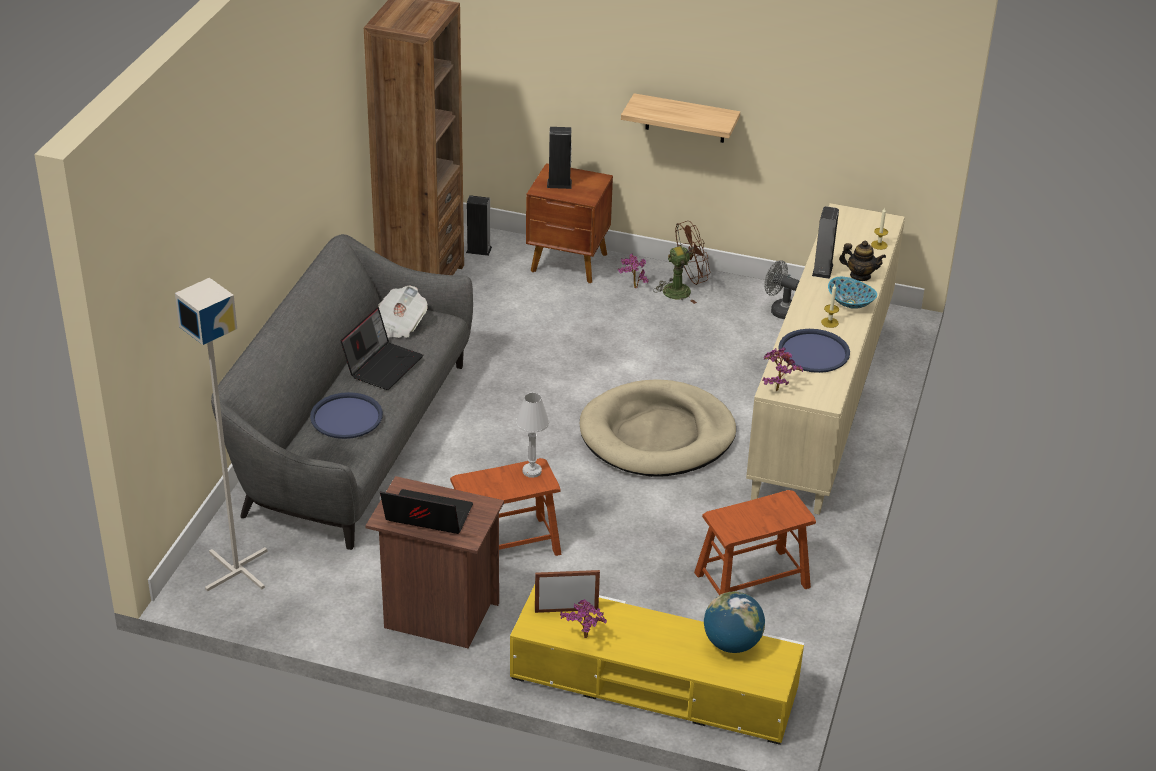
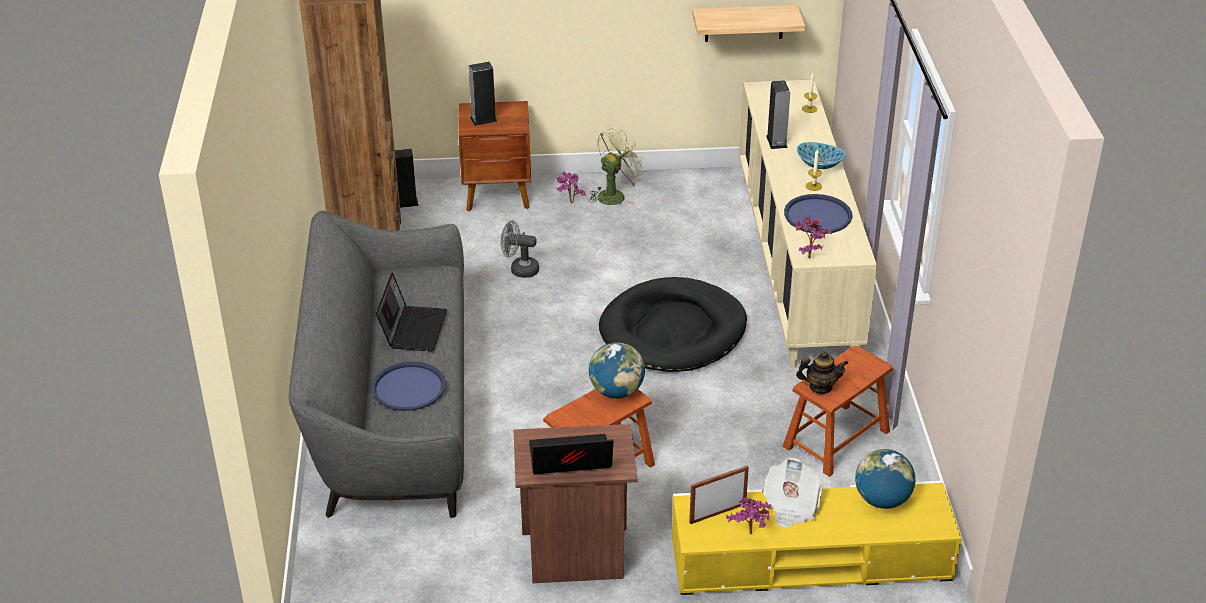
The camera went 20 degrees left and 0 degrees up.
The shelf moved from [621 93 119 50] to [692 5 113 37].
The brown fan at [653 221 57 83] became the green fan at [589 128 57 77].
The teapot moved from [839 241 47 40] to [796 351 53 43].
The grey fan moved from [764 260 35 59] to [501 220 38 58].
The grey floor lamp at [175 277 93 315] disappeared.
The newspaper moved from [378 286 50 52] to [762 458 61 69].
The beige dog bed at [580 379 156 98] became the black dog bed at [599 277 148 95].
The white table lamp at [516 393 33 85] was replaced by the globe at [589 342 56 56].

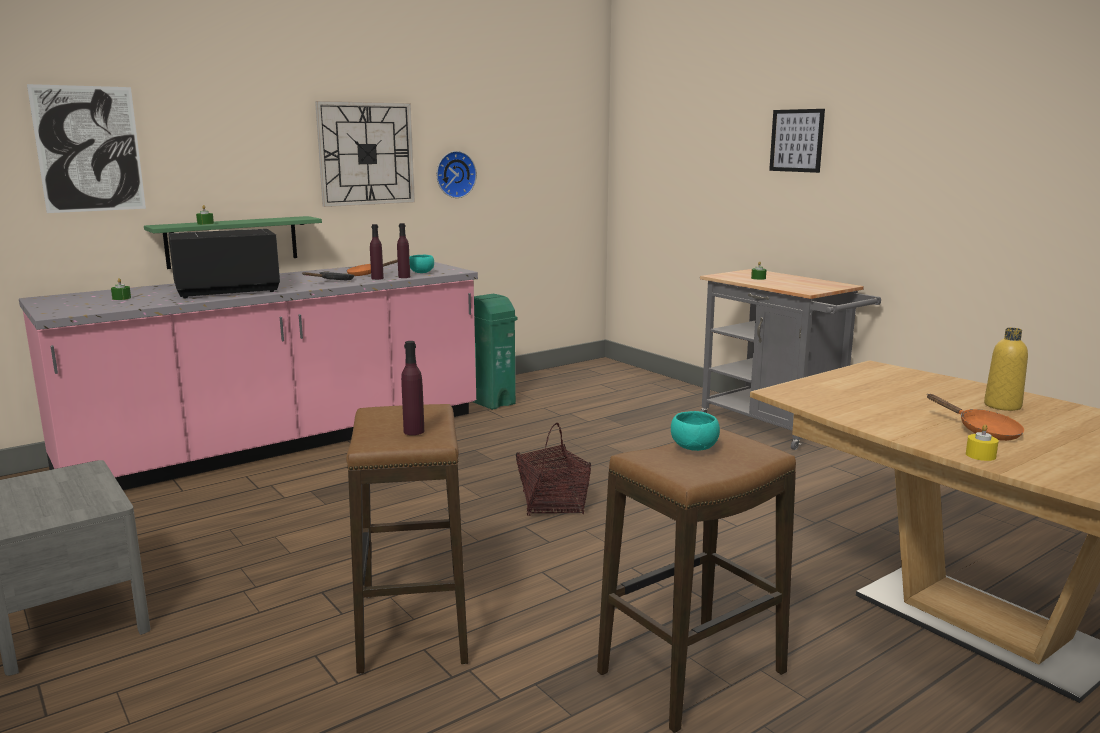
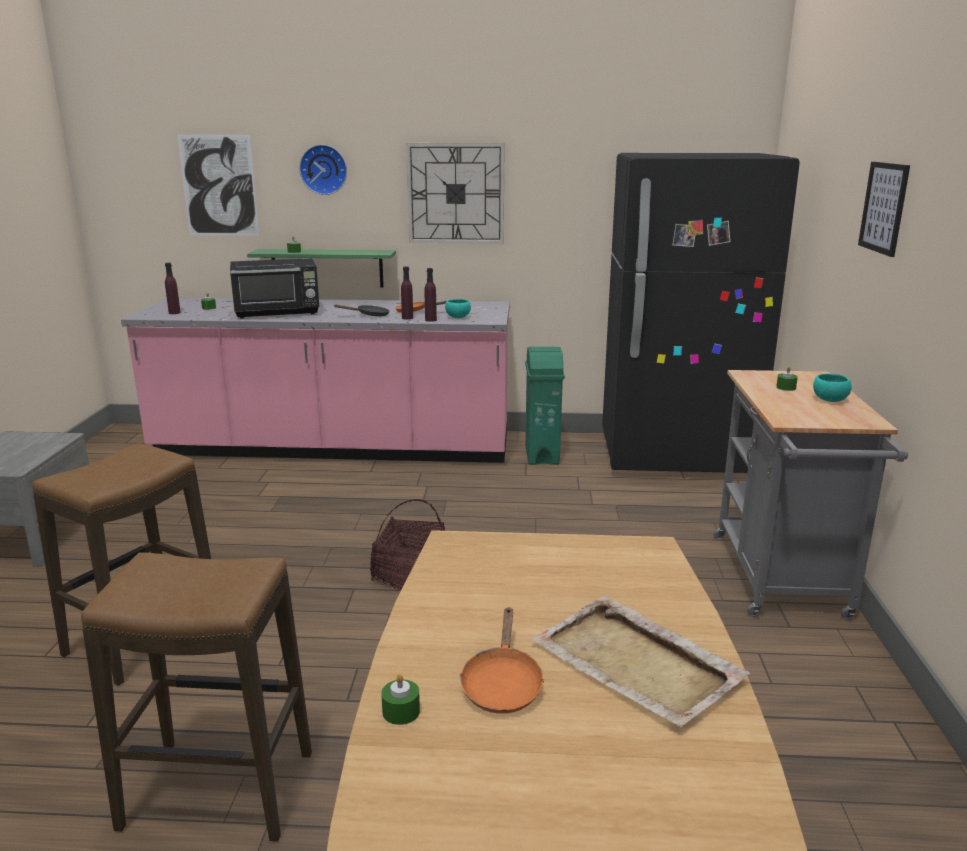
The camera went 40 degrees right and 5 degrees up.
The wall clock moved from [437 151 40 47] to [299 144 48 51].
The black microwave at [168 229 112 70] turned 150 degrees clockwise.
The yellow bottle at [984 328 44 83] was replaced by the beige tray at [532 596 218 131].
The purple bottle moved from [401 341 23 94] to [165 263 16 51].
The turquoise bowl moved from [671 411 49 40] to [813 374 38 28].
The yellow candle at [966 424 33 37] became the green candle at [381 674 39 51].
The black fridge at [602 153 198 320] appeared.

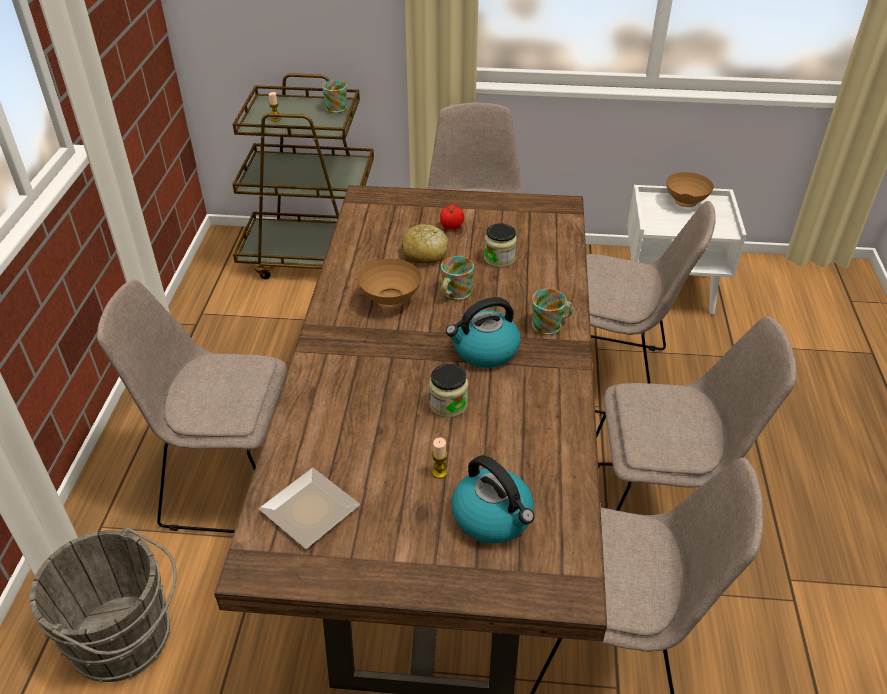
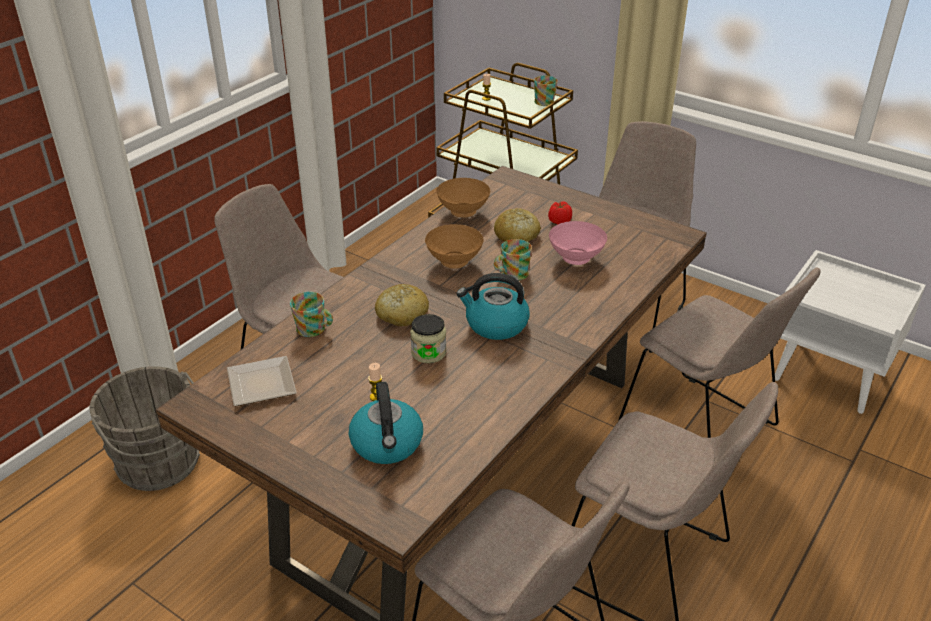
The camera went 30 degrees right and 5 degrees down.
The brown bowl moved from [666 172 48 35] to [436 178 54 40].
The jar at [484 223 33 45] was replaced by the pink bowl at [549 221 58 44].
The mug moved from [532 289 41 46] to [290 292 43 45].
The bread at [375 284 54 42] appeared.

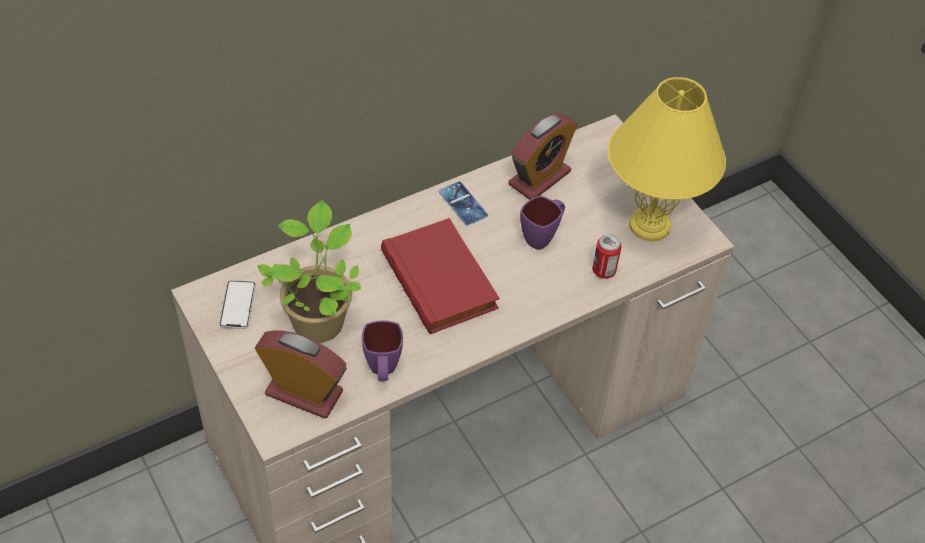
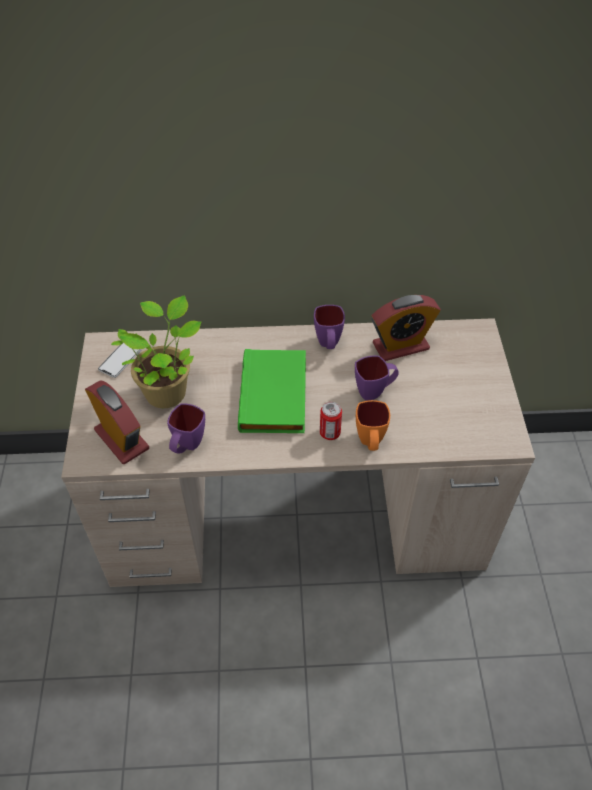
The camera went 30 degrees right and 0 degrees up.
The yellow table lamp at [608 77 118 165] disappeared.
The phone at [439 182 49 44] was replaced by the purple mug at [314 305 31 44].
The red book at [381 218 119 116] became the green book at [238 349 68 84].
The can moved from [592 234 30 45] to [320 402 22 38].
The orange mug at [356 400 34 51] appeared.

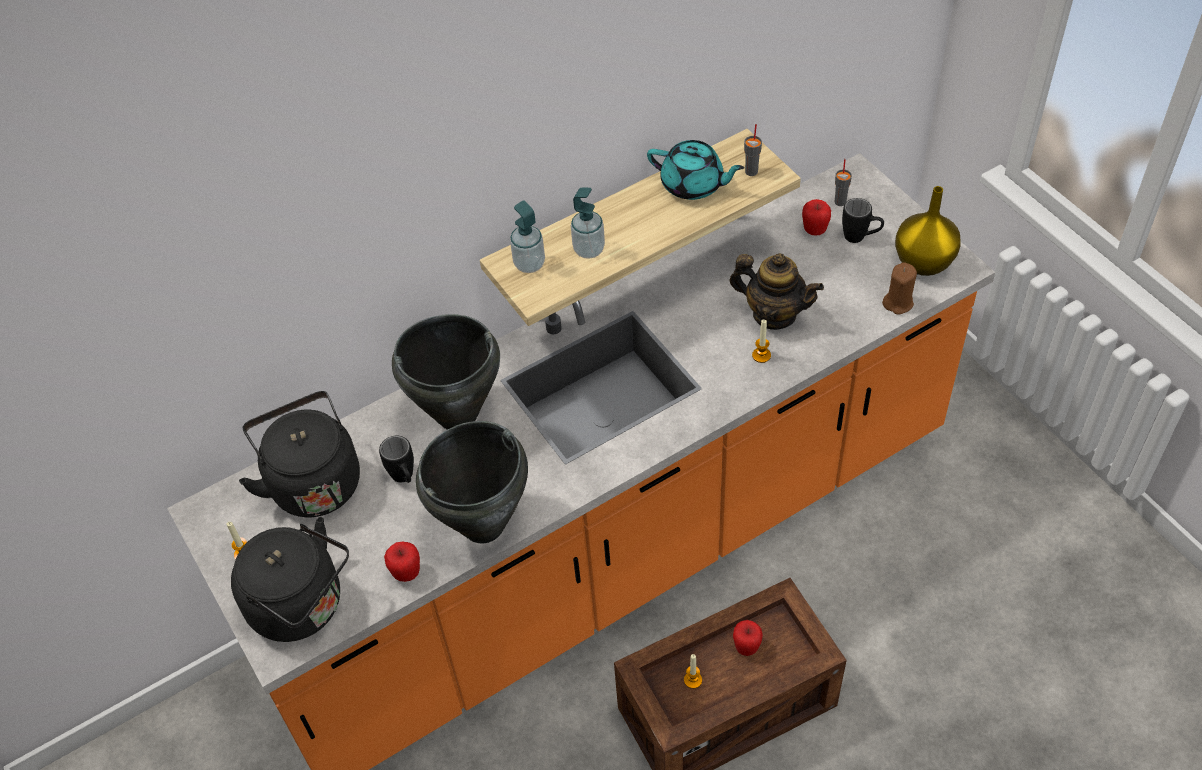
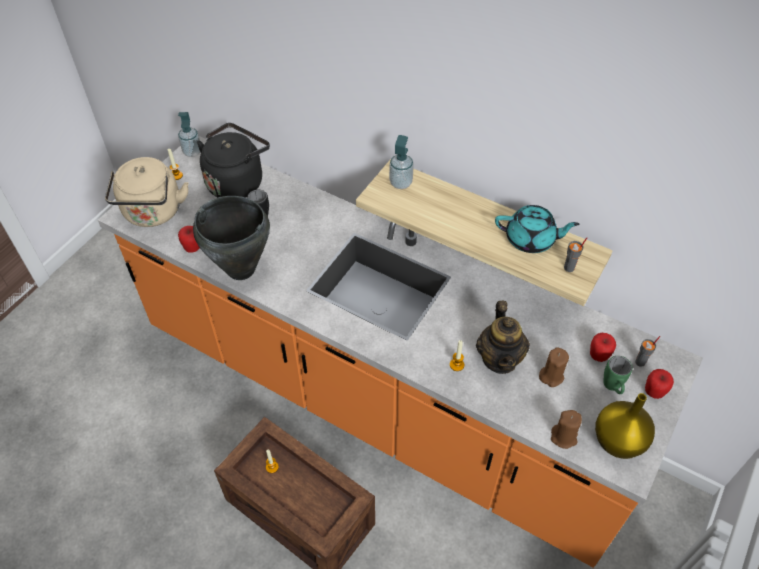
The camera went 60 degrees right and 0 degrees up.
The turquoise teapot at [647 140 98 60] turned 75 degrees counterclockwise.
The soap dispenser moved from [571 188 34 71] to [178 112 22 45].
The black mug at [842 198 42 45] became the green mug at [604 356 28 38].
The black cooking pot at [392 314 108 116] disappeared.
The black kettle at [231 517 118 125] became the beige kettle at [105 157 84 70].
The apple moved from [733 620 30 36] to [645 369 29 30].
The brown candle at [539 347 30 40] appeared.

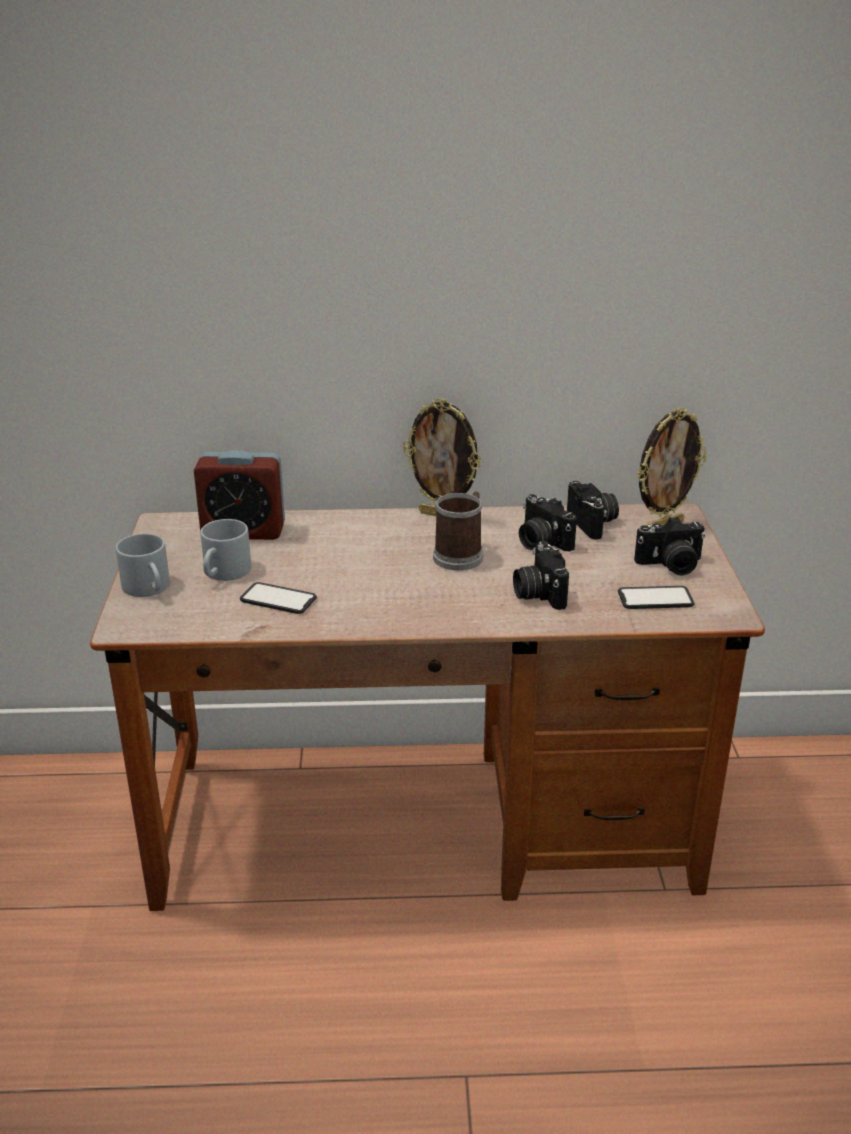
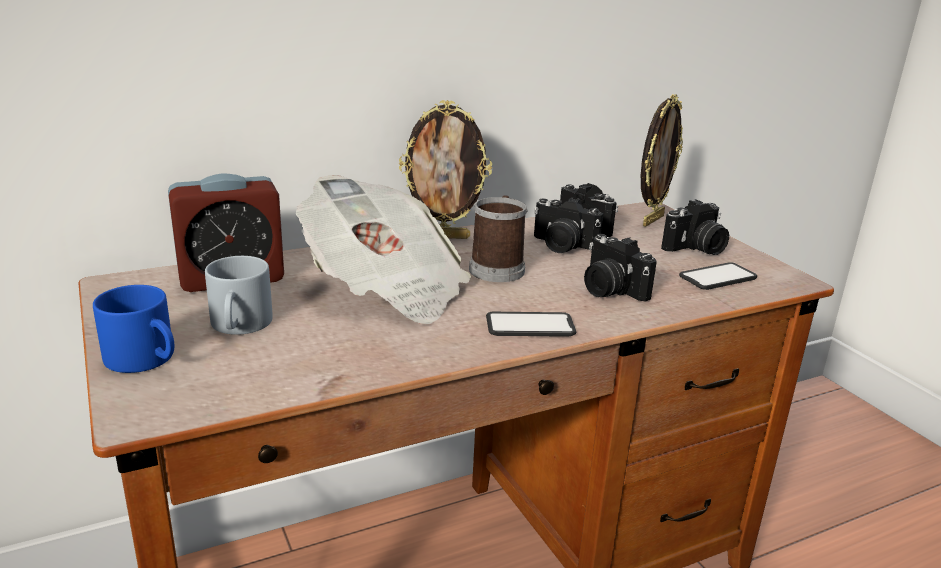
The camera went 25 degrees left and 5 degrees down.
The grey mug at [116 533 54 64] became the blue mug at [93 285 81 88].
The phone moved from [240 582 77 32] to [486 312 90 25].
The newspaper at [296 175 175 149] appeared.

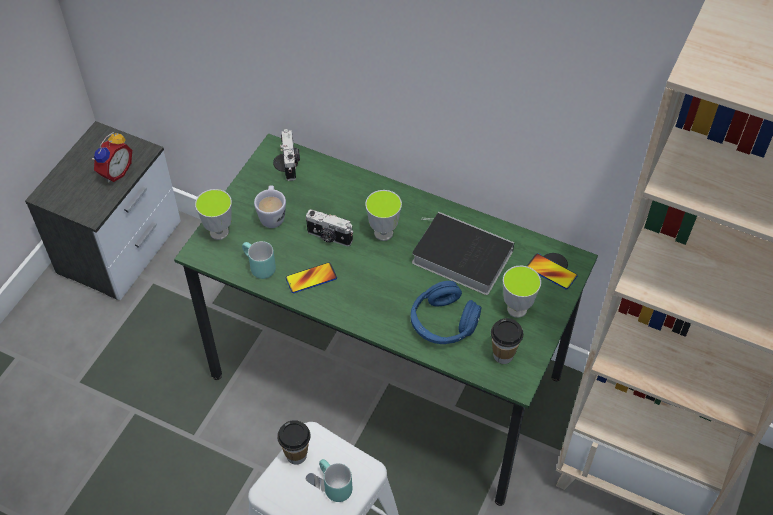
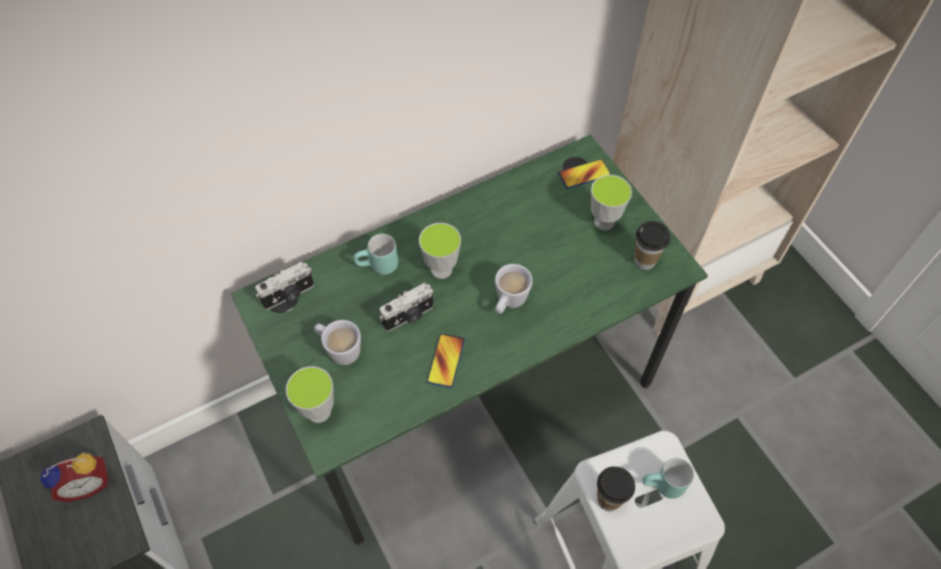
The camera went 55 degrees left and 5 degrees up.
The photo camera at [280 129 20 52] turned 120 degrees clockwise.
The alarm clock at [92 132 40 50] turned 90 degrees clockwise.
The book at [412 212 102 83] disappeared.
The turquoise mug moved from [242 241 34 38] to [354 234 44 41].
The blue headphones at [411 281 71 63] disappeared.
The white mug at [495 264 38 50] appeared.

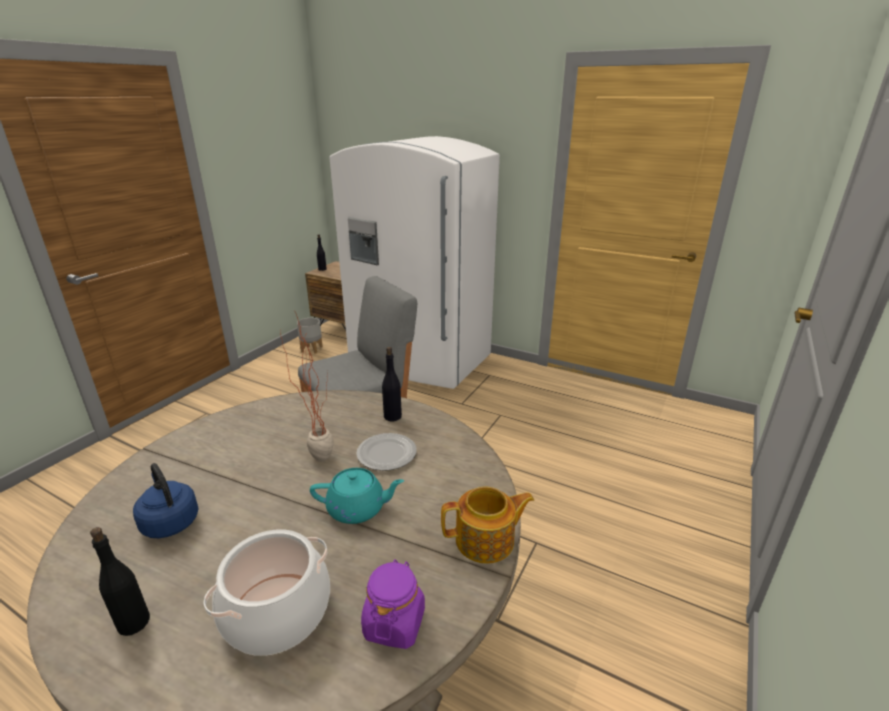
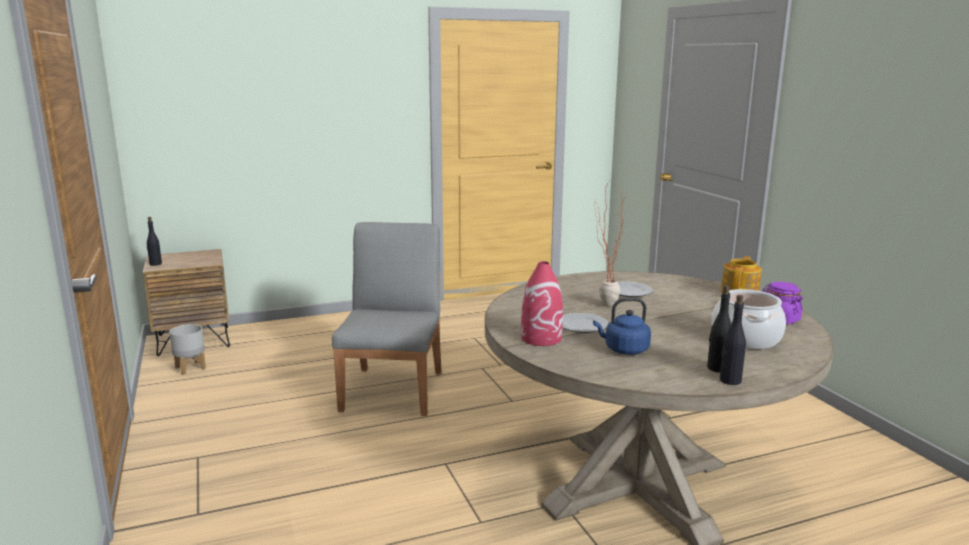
The camera went 50 degrees left and 10 degrees down.
The white fridge at [329 136 171 253] disappeared.
The black bottle moved from [382 347 20 74] to [720 295 26 90].
The turquoise teapot at [310 468 94 56] disappeared.
The red vase at [521 261 42 85] appeared.
The plate at [563 313 46 20] appeared.

